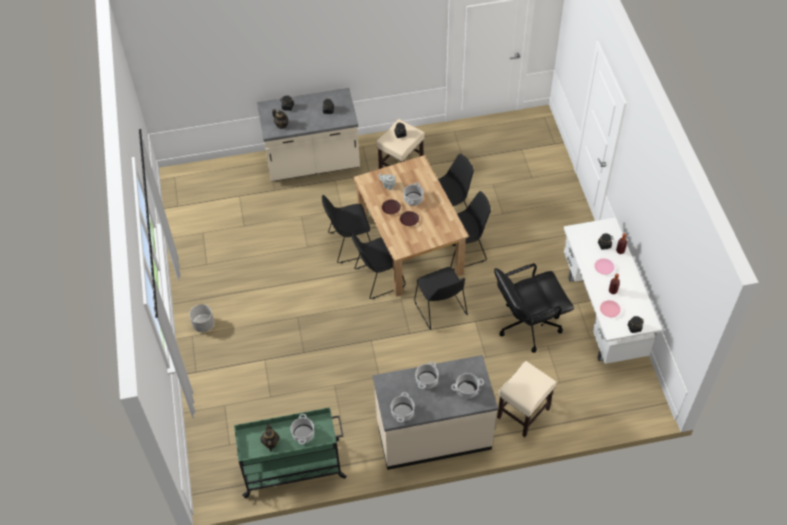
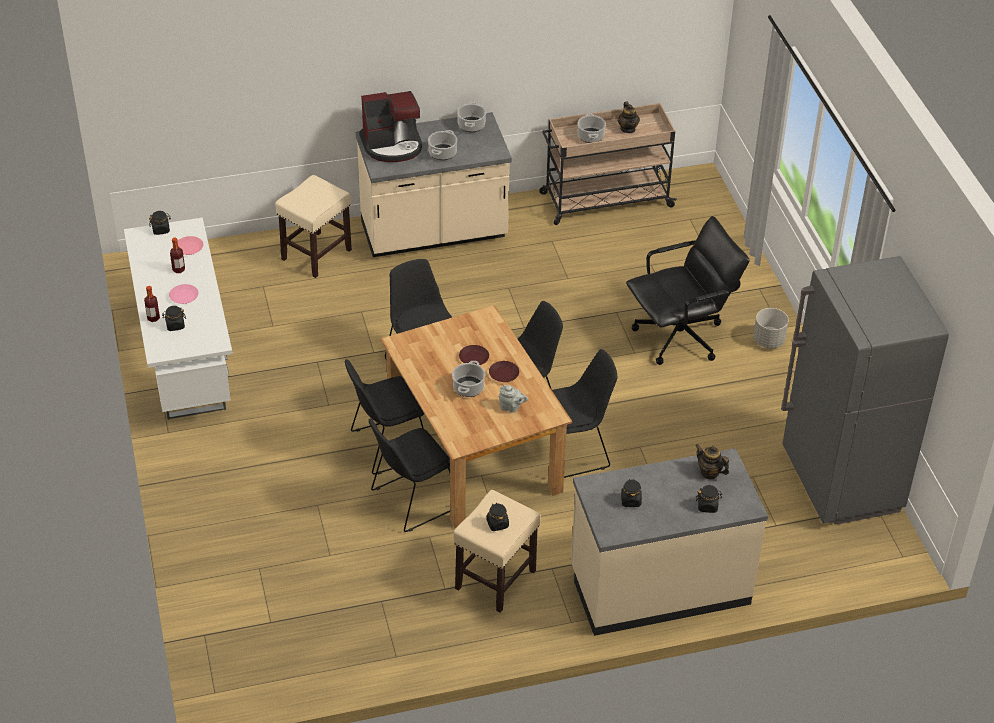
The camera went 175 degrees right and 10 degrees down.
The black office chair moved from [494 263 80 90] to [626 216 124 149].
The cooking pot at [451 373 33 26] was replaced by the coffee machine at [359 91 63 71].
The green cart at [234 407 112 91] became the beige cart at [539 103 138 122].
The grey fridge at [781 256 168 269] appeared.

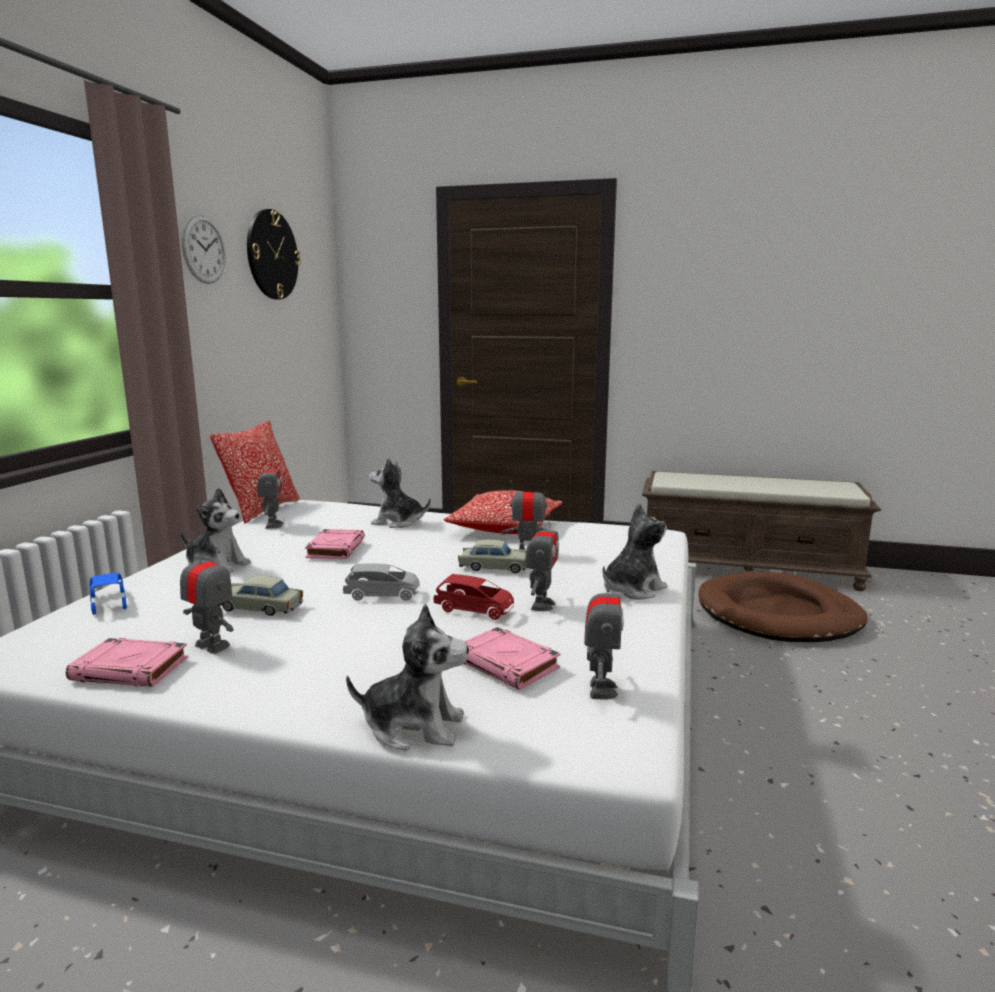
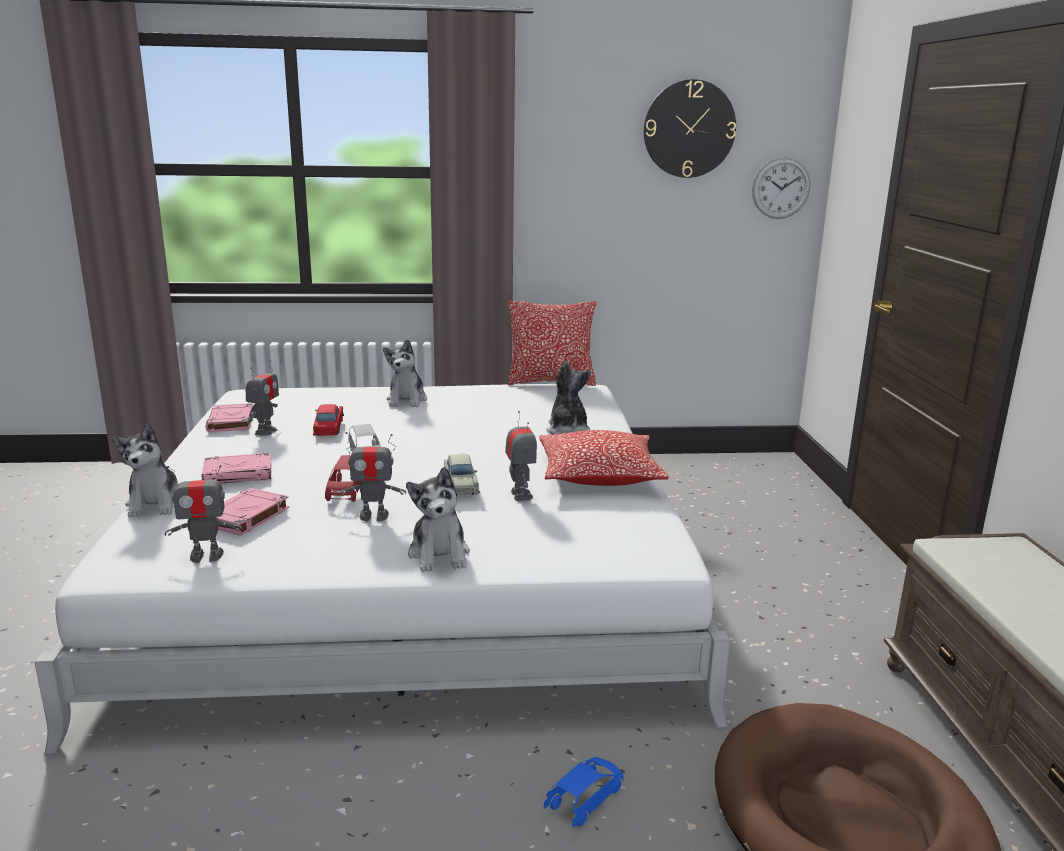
The camera went 70 degrees right and 5 degrees up.
The wall clock moved from [182 215 43 69] to [752 157 58 62].
The toy robot at [257 456 27 73] disappeared.
The plush toy at [603 503 64 97] turned 45 degrees clockwise.
The pink book moved from [305 529 60 30] to [202 453 69 30].
The blue toy car moved from [90 573 37 42] to [544 757 80 70].
The beige toy car at [218 576 85 40] became the red toy car at [313 404 31 32].

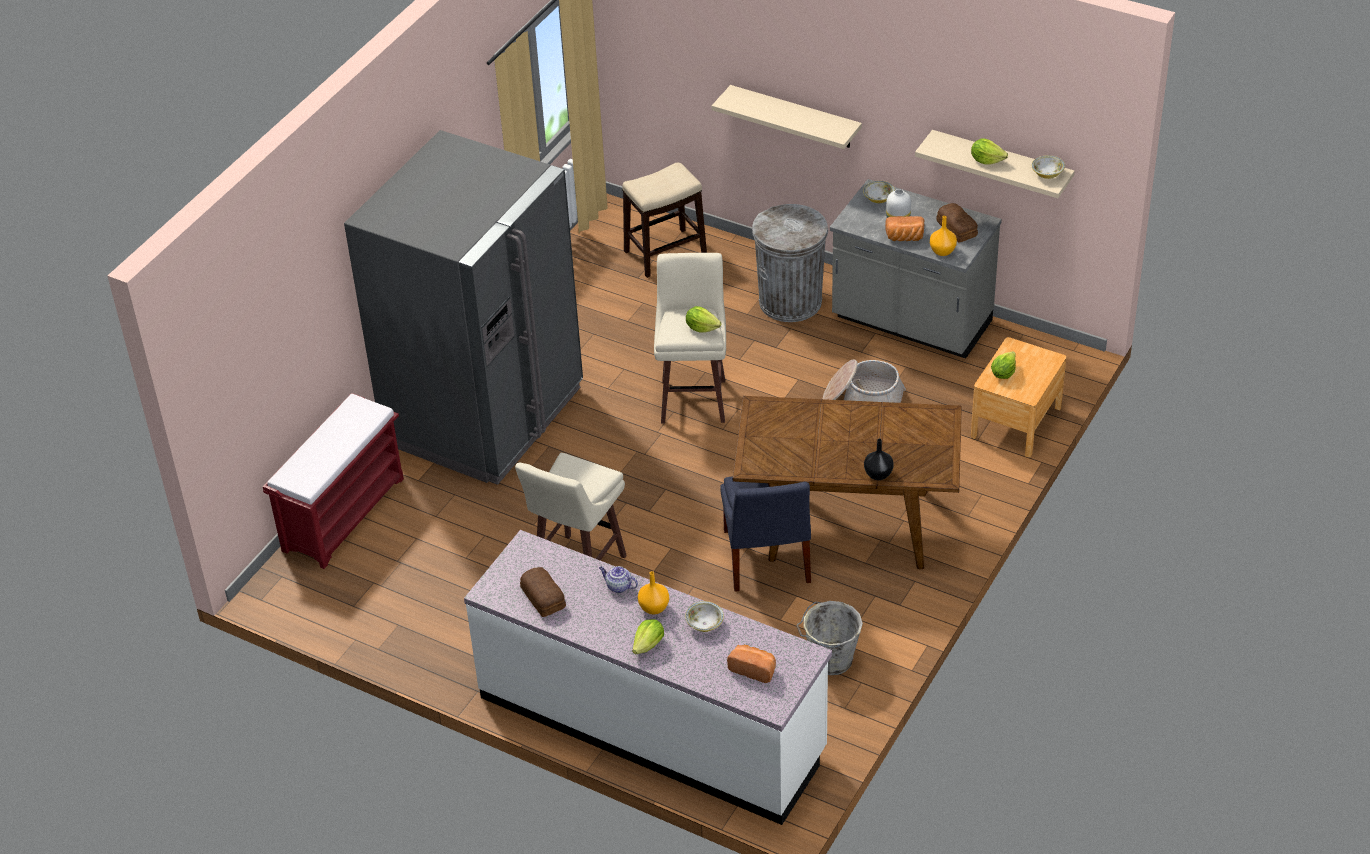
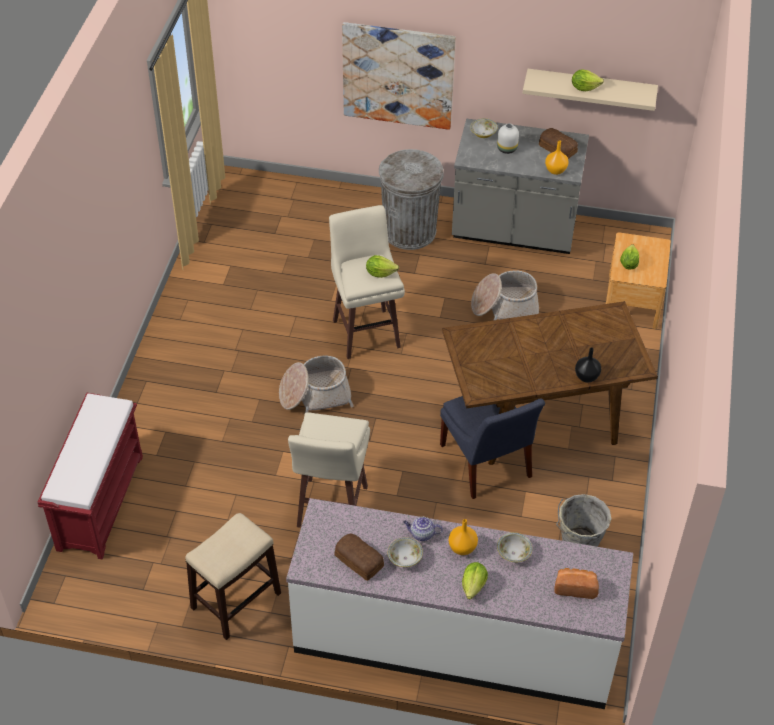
The camera went 20 degrees left and 5 degrees up.
The beige shelf at [712 85 150 64] was replaced by the picture at [342 22 114 108].
The grey fridge at [344 130 239 355] disappeared.
The bowl moved from [1031 155 34 24] to [388 537 35 30].
The stool moved from [622 163 85 115] to [185 513 96 127].
The bread at [885 216 39 25] disappeared.
The basket at [279 356 75 59] appeared.

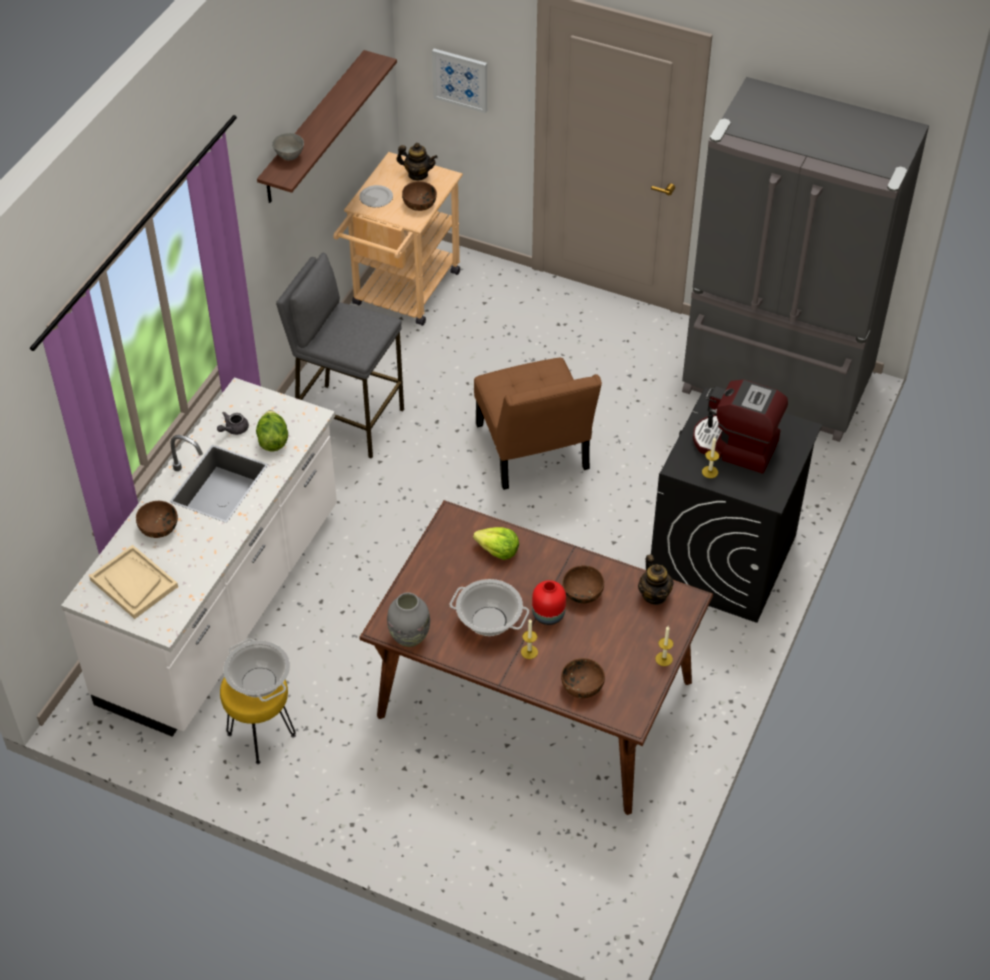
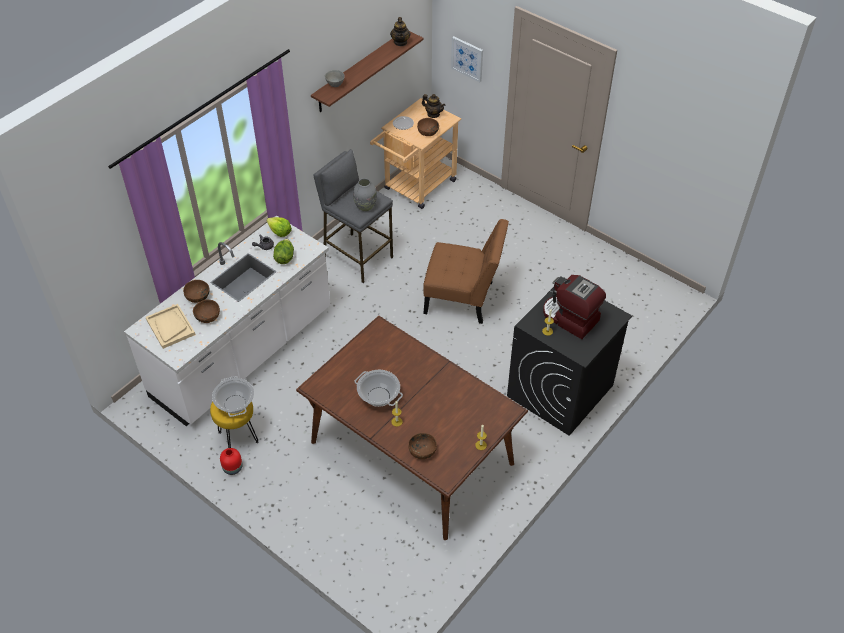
The camera went 15 degrees right and 0 degrees up.
The grey fridge at [682 77 247 365] disappeared.
The brown chair at [474 358 128 132] turned 75 degrees counterclockwise.
The lettuce moved from [473 527 46 33] to [266 217 26 20].
The teapot moved from [638 555 36 50] to [390 17 21 29].
The brown bowl moved from [562 565 42 39] to [193 300 27 23].
The red vase moved from [532 580 34 45] to [220 448 22 27].
The grey vase moved from [387 592 43 55] to [353 178 24 33].

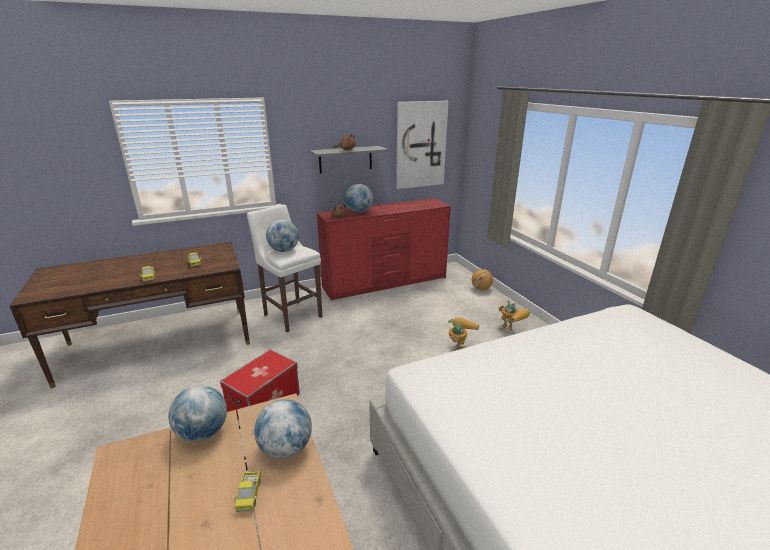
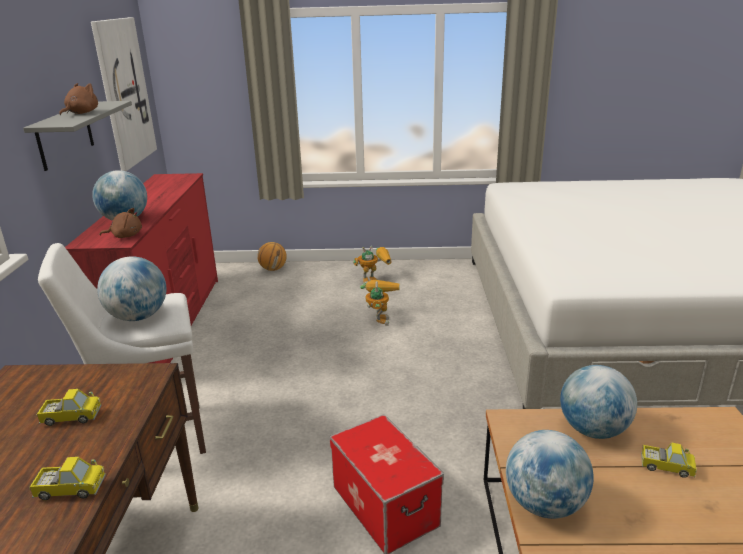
The camera went 65 degrees left and 0 degrees up.
The toy robot at [448 317 31 34] turned 45 degrees clockwise.

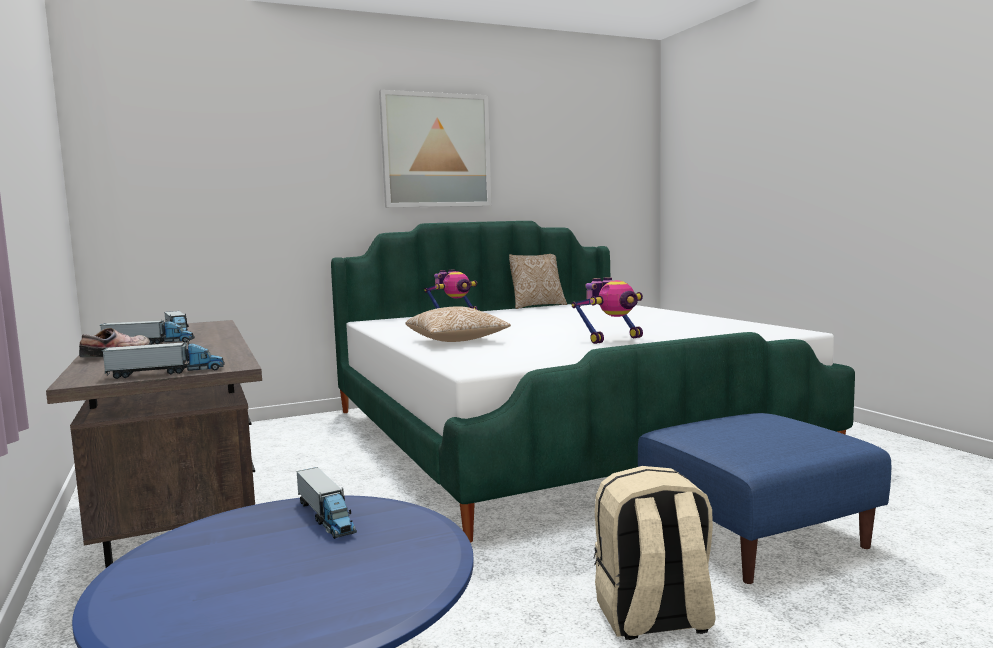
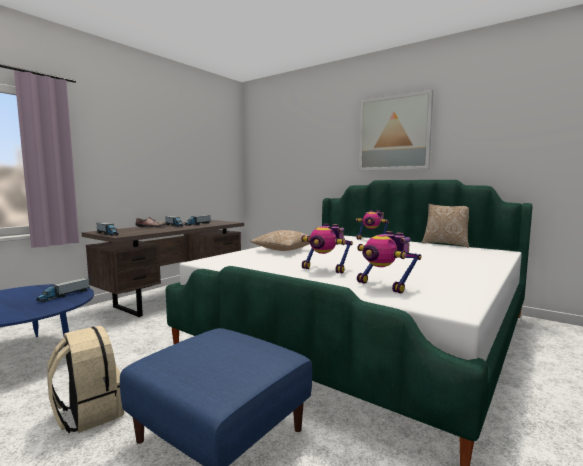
The camera went 60 degrees right and 0 degrees up.
The toy robot at [357 231 64 63] appeared.

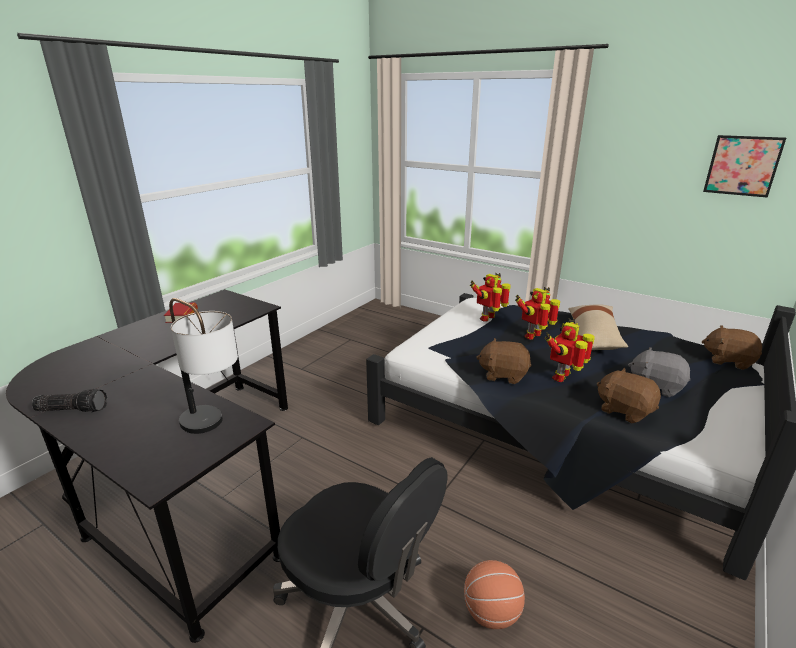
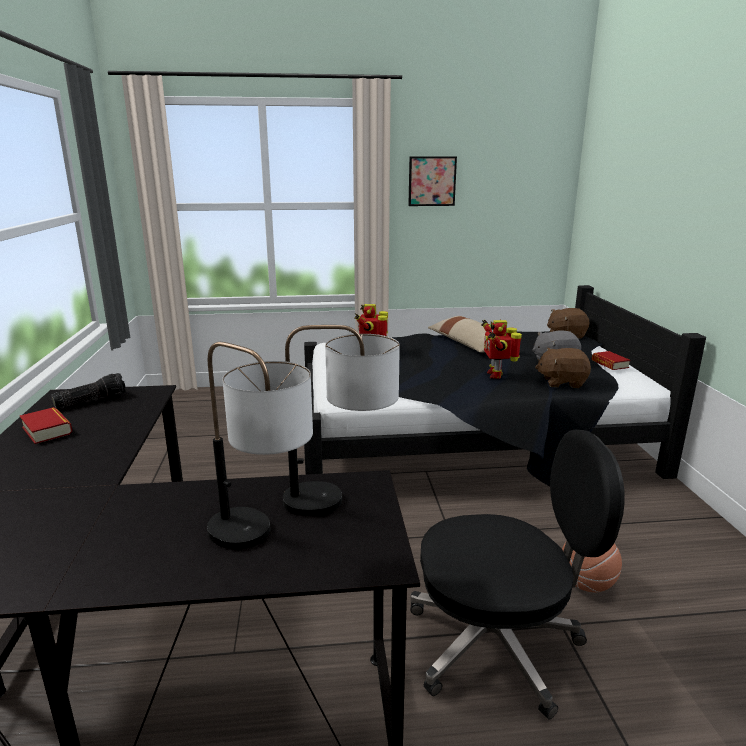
The camera went 40 degrees left and 5 degrees down.
The picture moved from [703 135 83 63] to [408 156 49 50].
The toy robot at [515 287 45 53] disappeared.
The brown plush toy at [476 338 55 46] disappeared.
The flashlight moved from [32 389 75 23] to [51 373 75 36].
The table lamp at [207 342 106 208] appeared.
The book at [592 351 38 19] appeared.

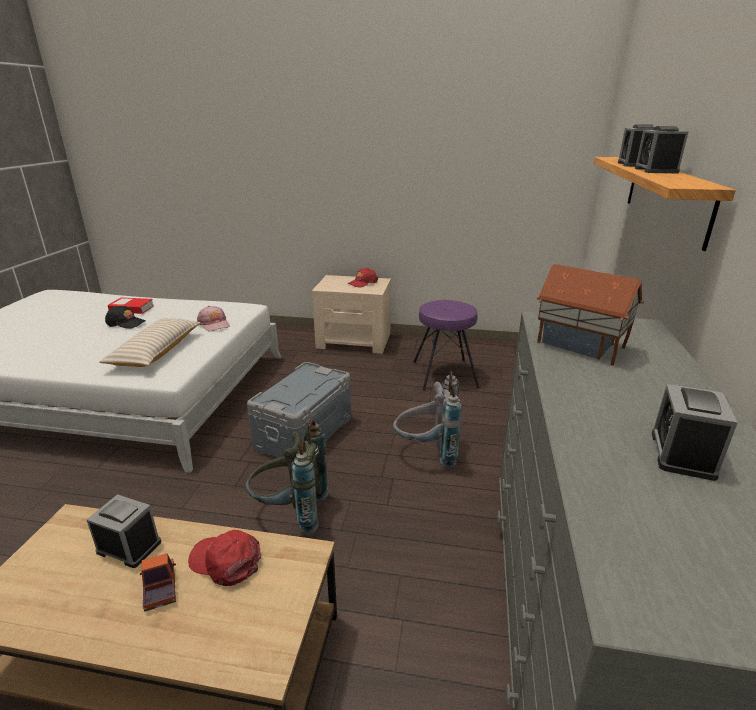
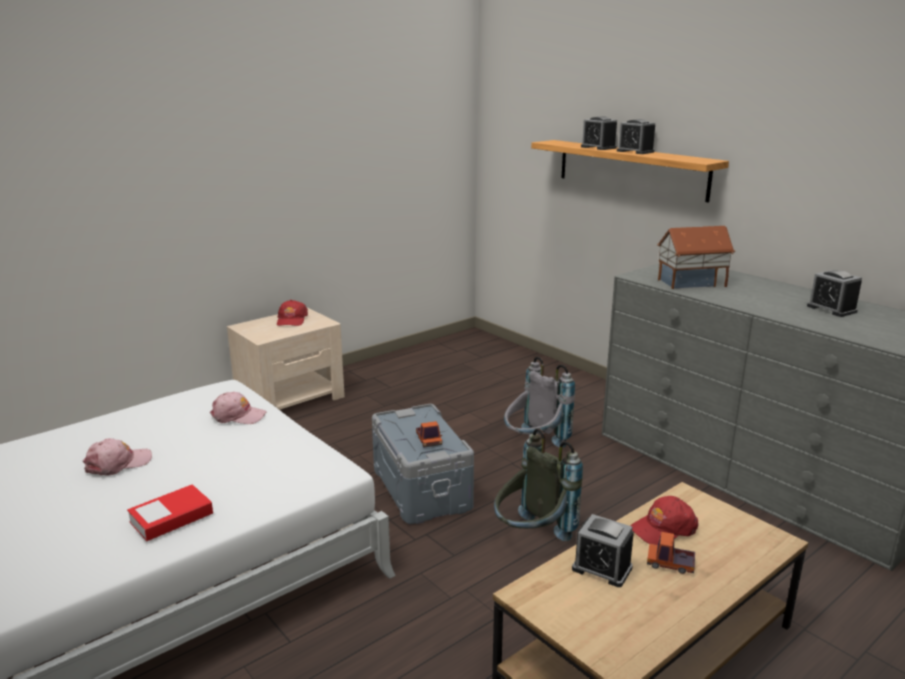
The camera went 50 degrees left and 5 degrees down.
The book moved from [108 297 45 17] to [127 484 86 57].
The purple stool at [413 300 67 91] disappeared.
The black cap at [105 306 41 23] became the pink cap at [82 438 70 38].
The beige pillow at [99 318 102 49] disappeared.
The alarm clock at [86 494 75 74] turned 120 degrees counterclockwise.
The toy truck at [416 421 26 26] appeared.

